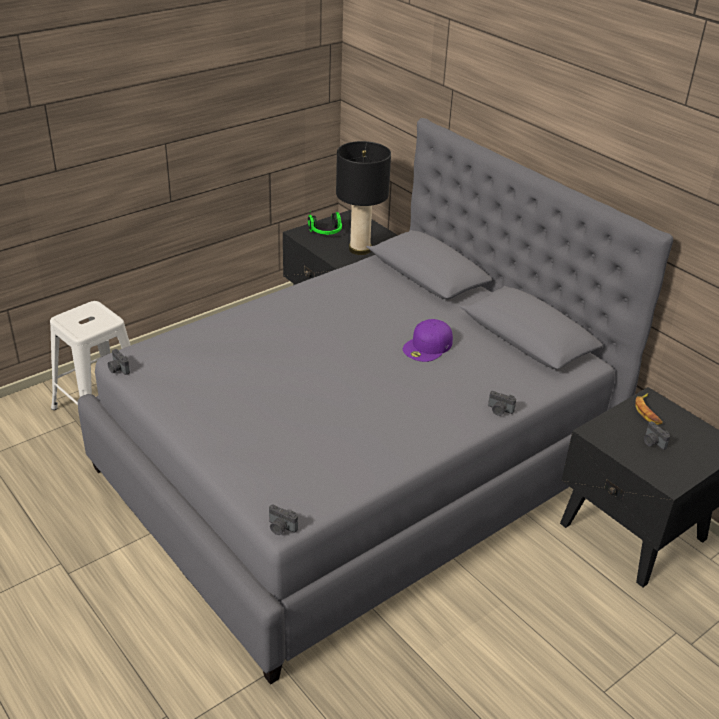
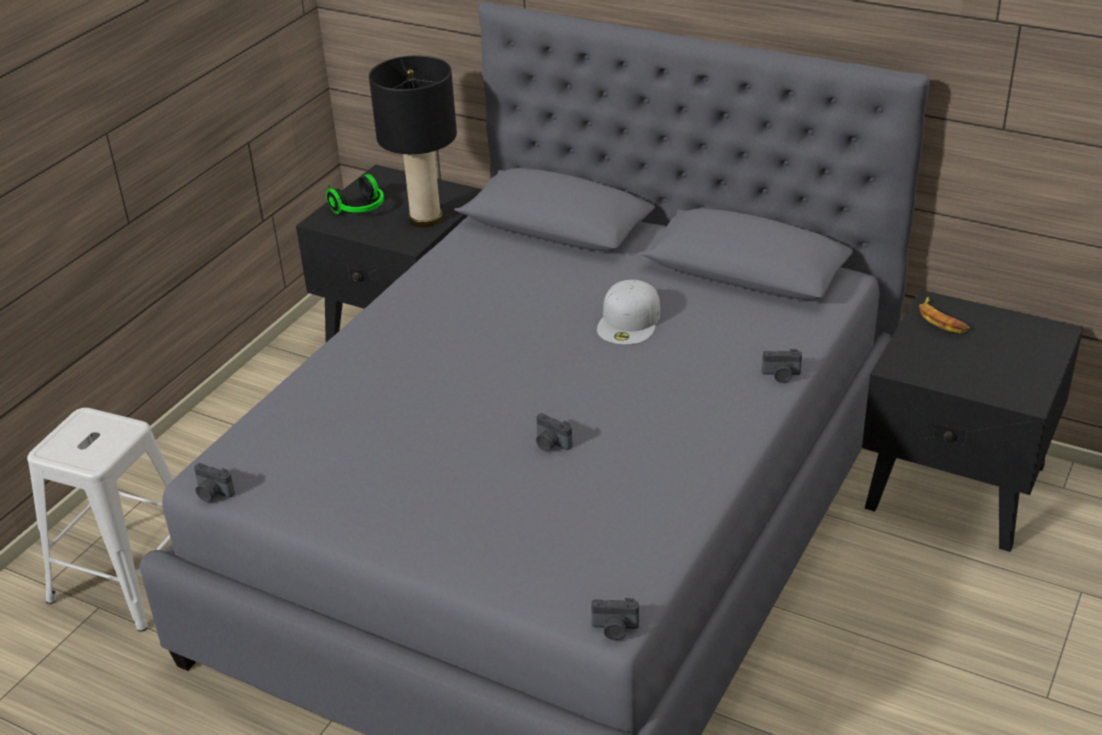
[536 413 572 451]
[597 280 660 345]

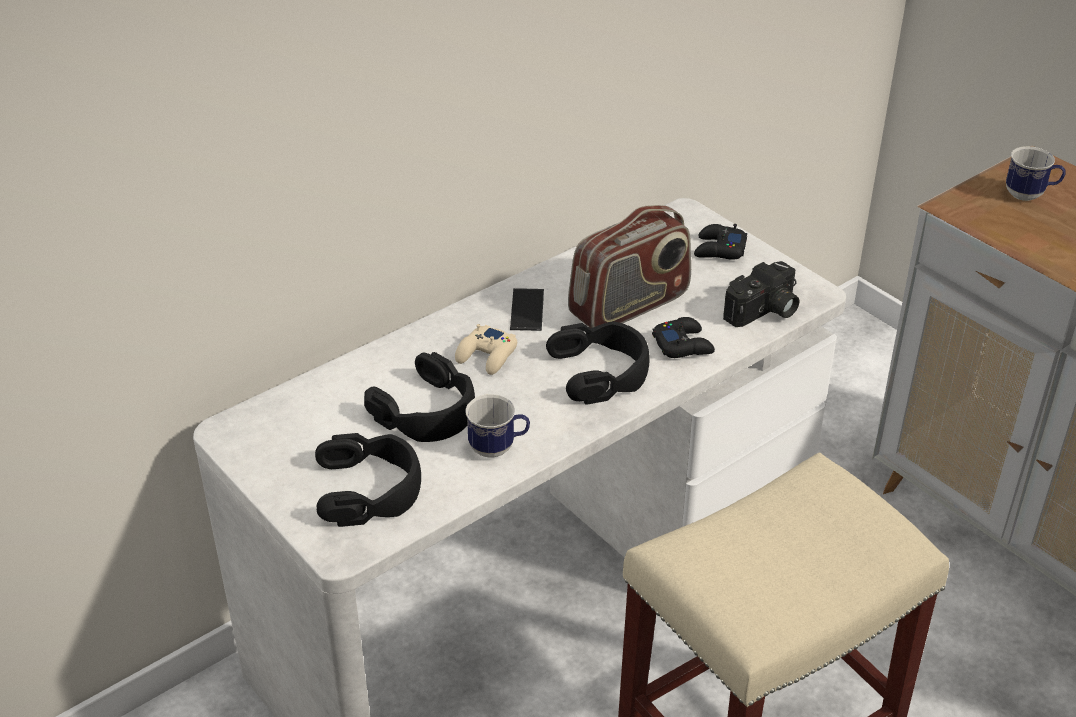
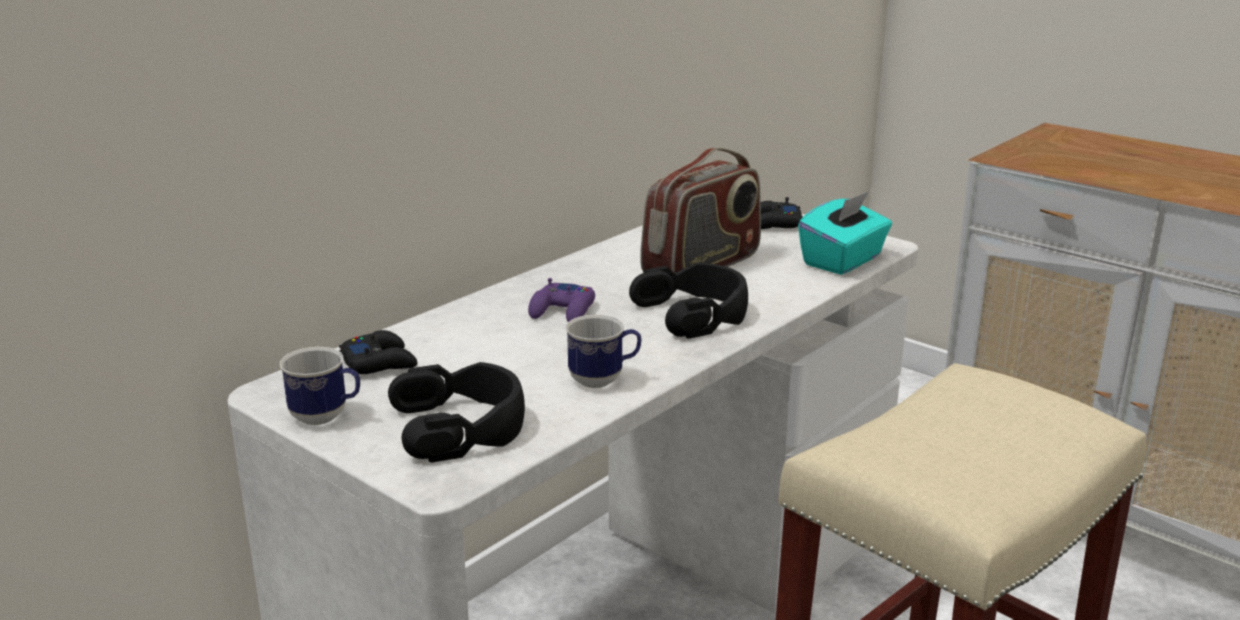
[364 352 475 442] (first image)
[510 288 544 331] (first image)
[339 330 418 374]
[280 347 360 425]
[798 192 892 275]
[528 278 595 322]

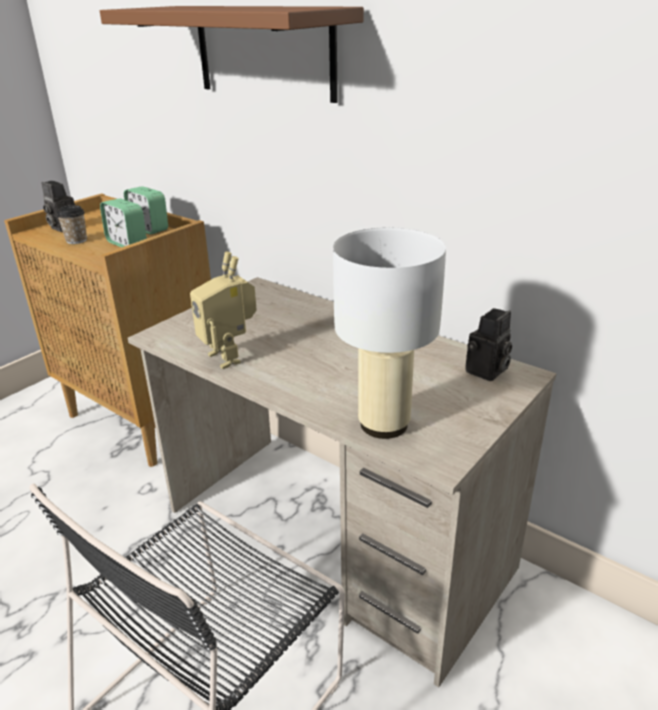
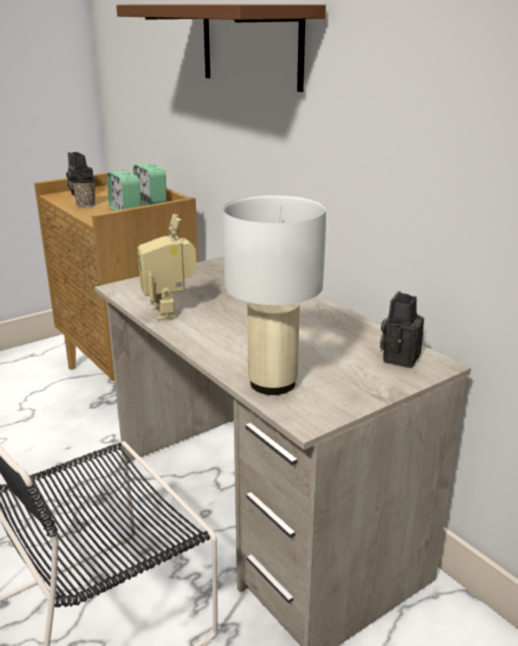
[380 291 424 368]

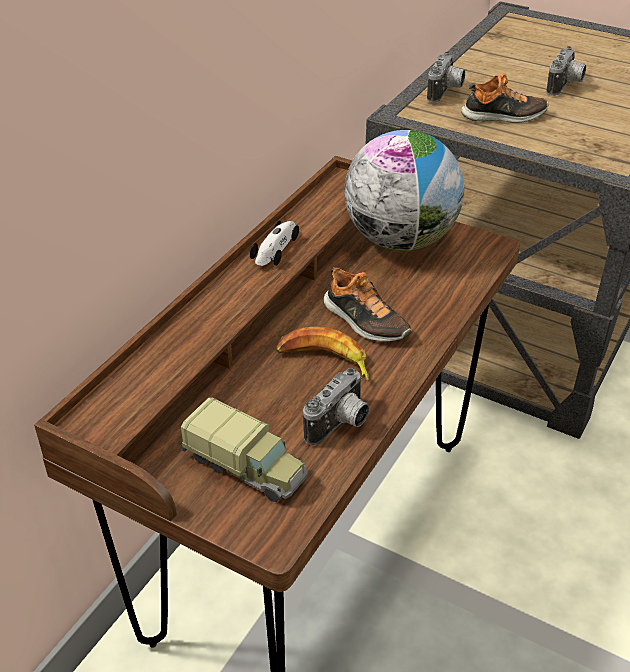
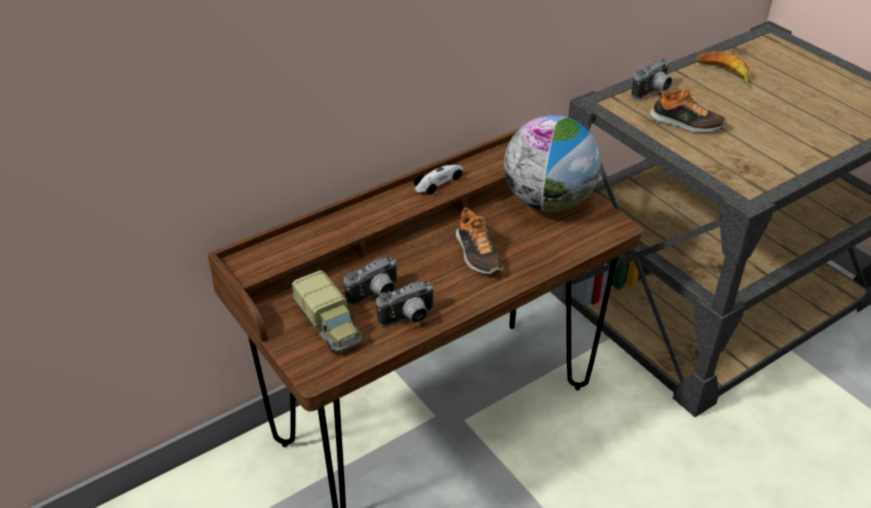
[696 51 750 85]
[344 256 398 305]

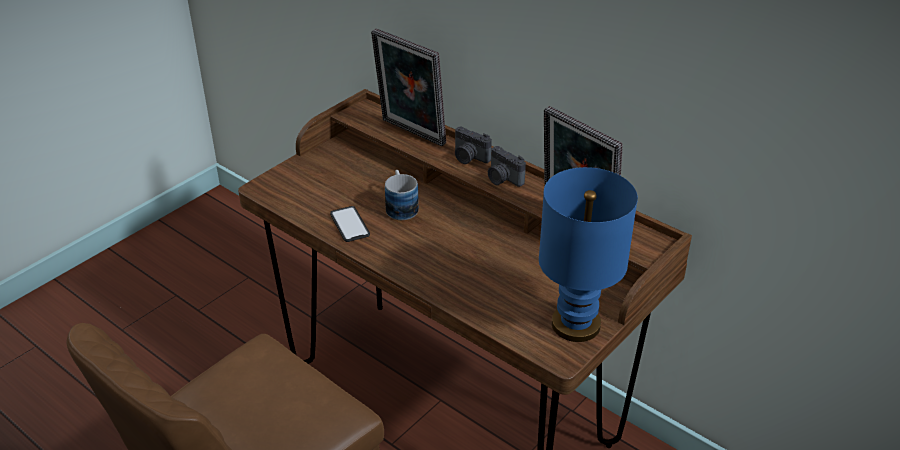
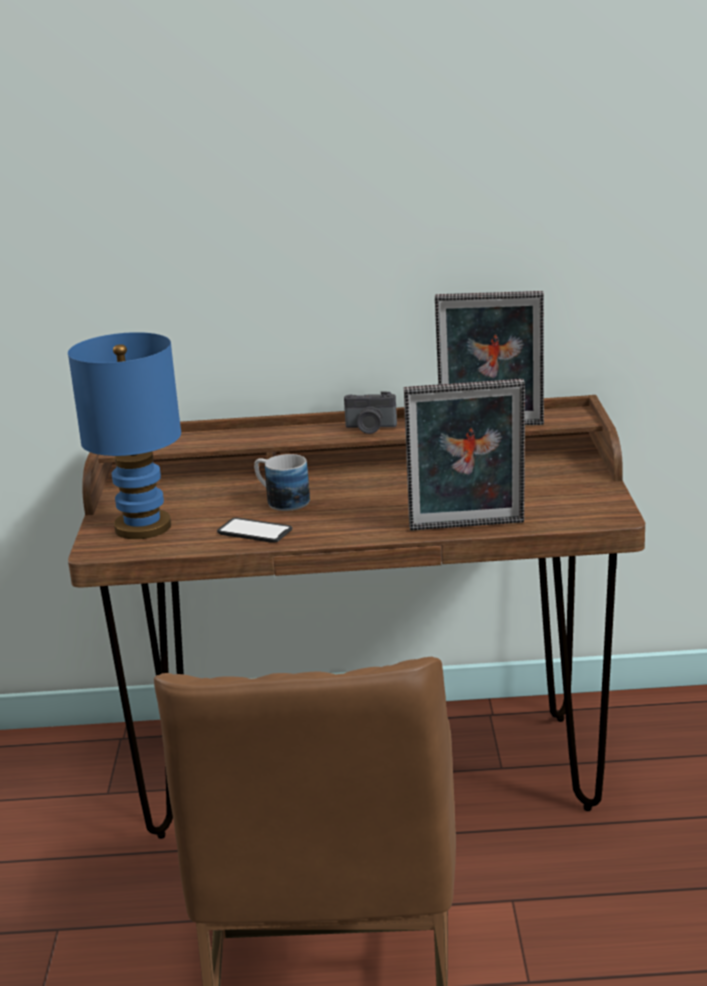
[455 127 492 164] (first image)
[404 379 525 530]
[68 332 181 539]

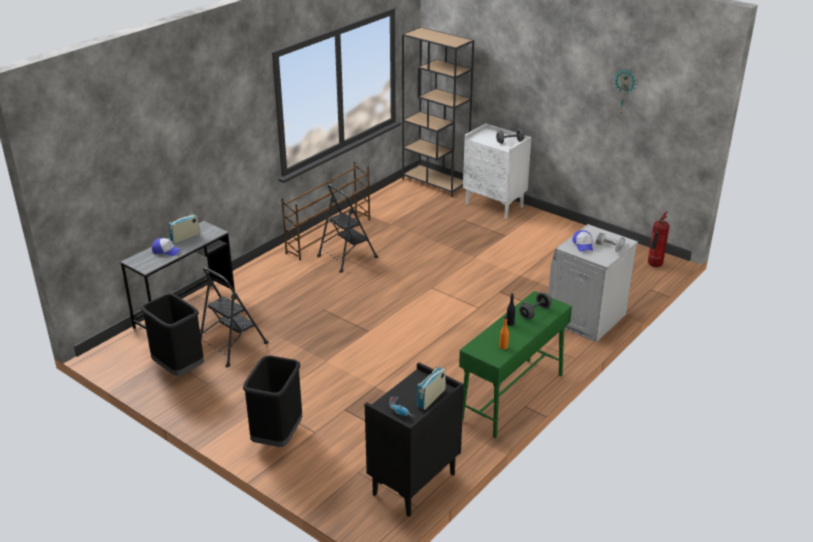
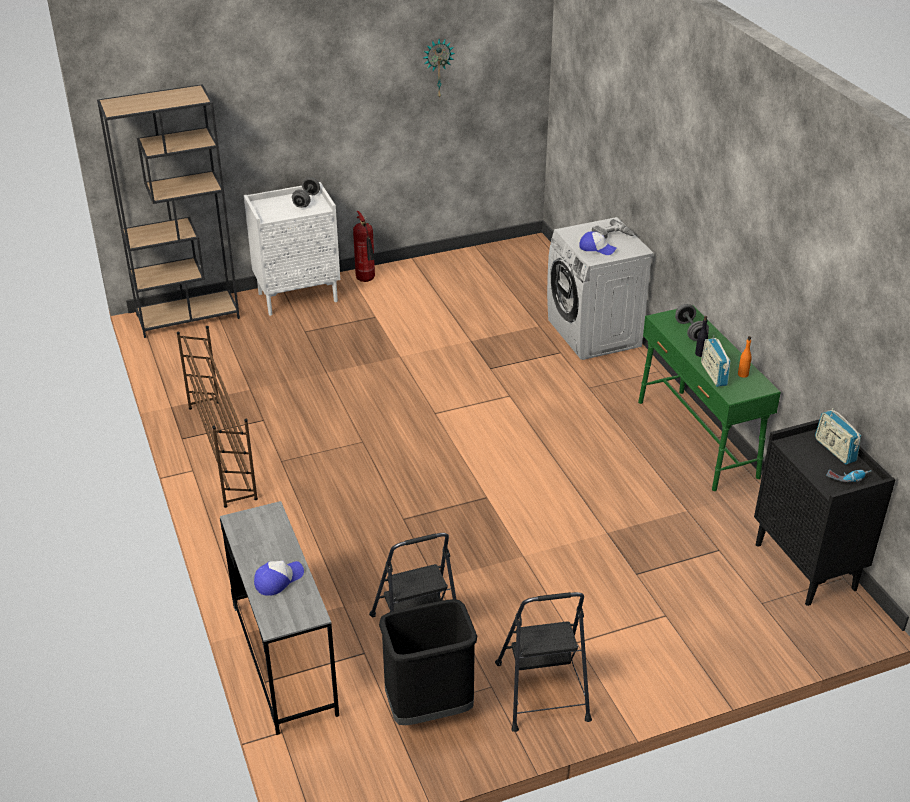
[243 355 302 447] (first image)
[701 335 731 387]
[495 592 592 732]
[353 211 375 282]

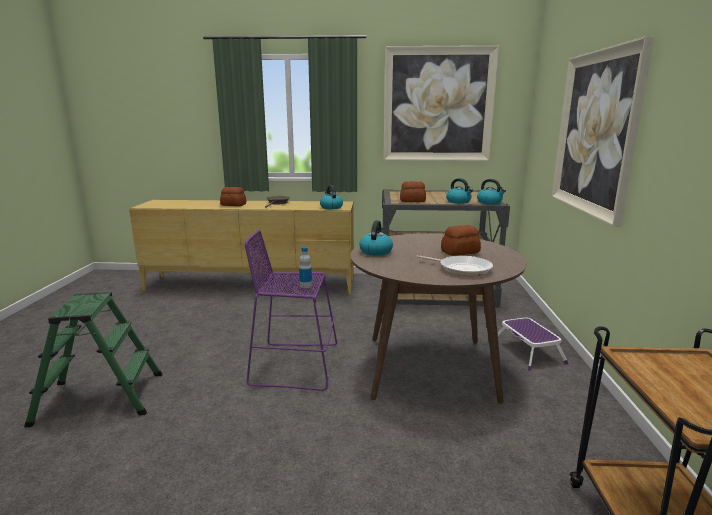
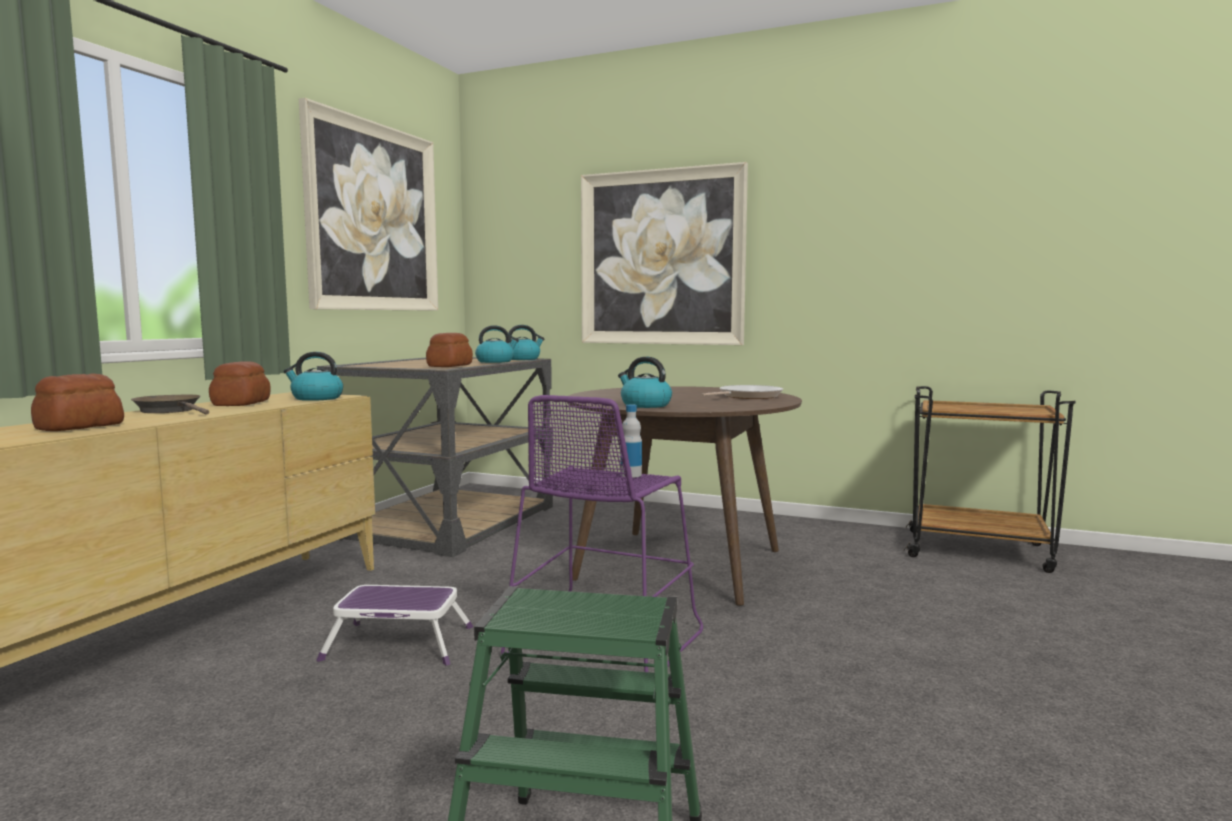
[209 361 271 406]
[317 585 473 666]

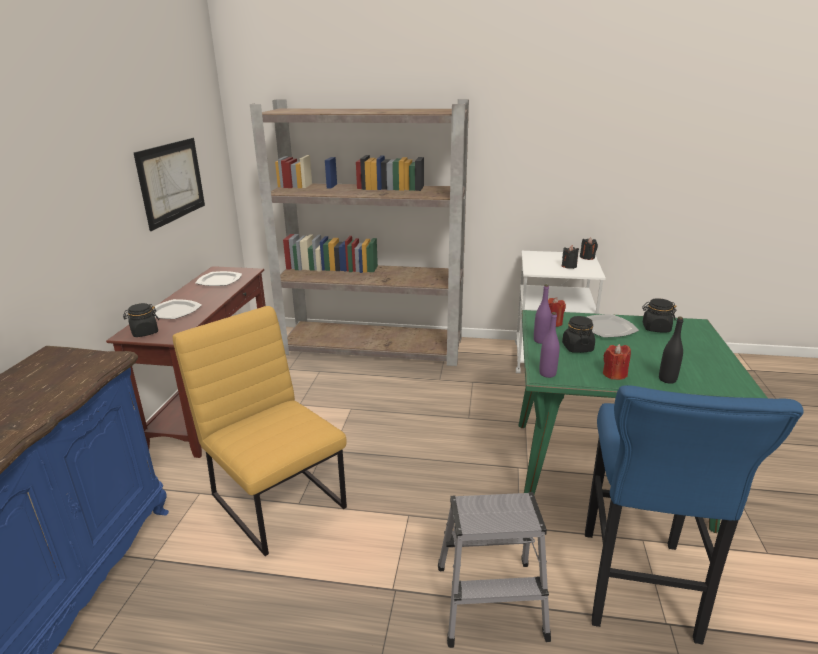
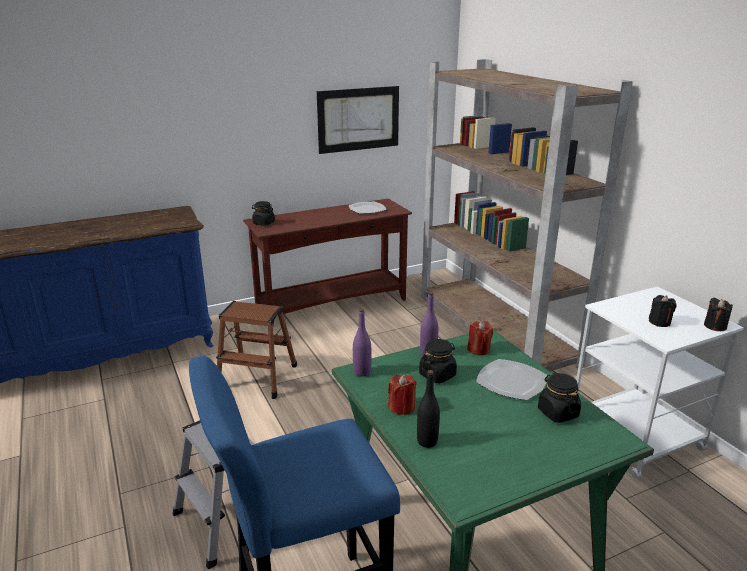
[154 299 202 319] (first image)
[216 301 297 399]

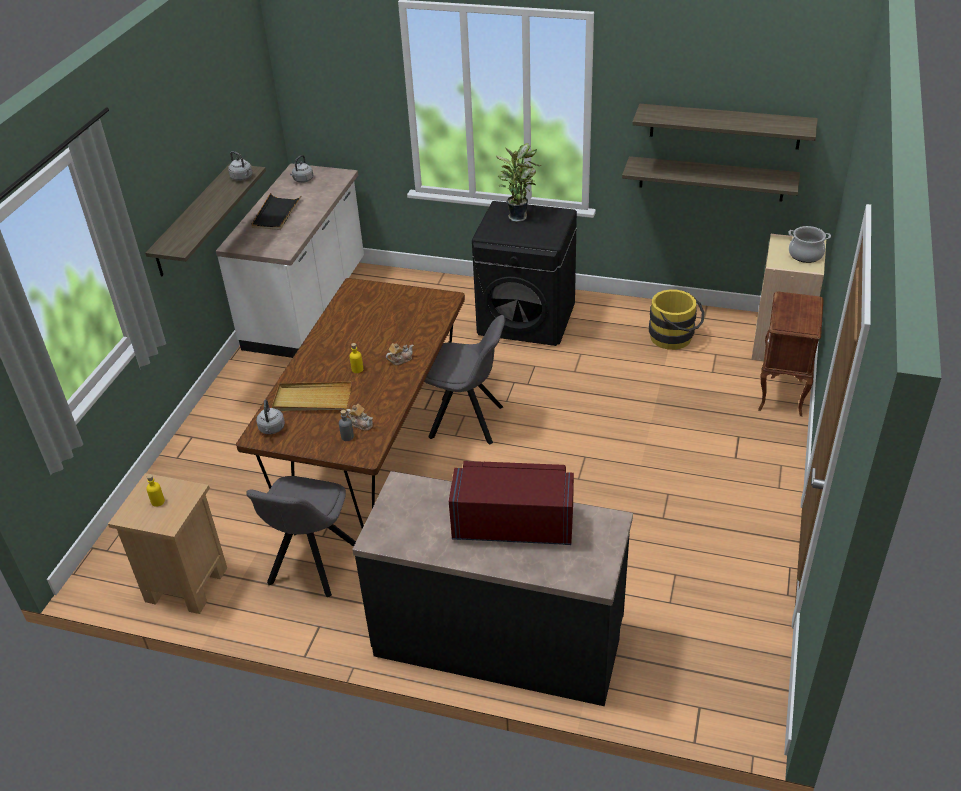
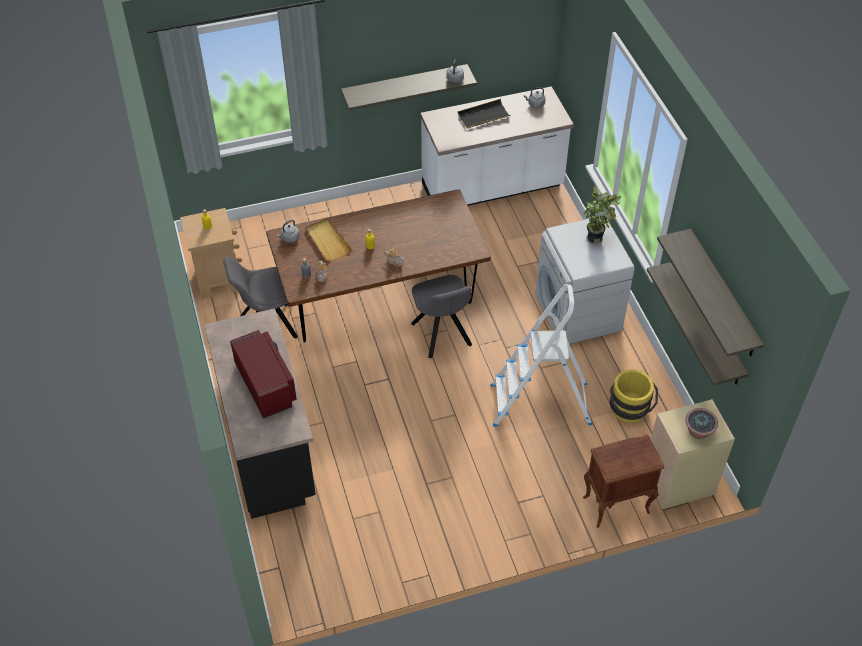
[490 284 593 427]
[685 408 718 439]
[535 217 635 344]

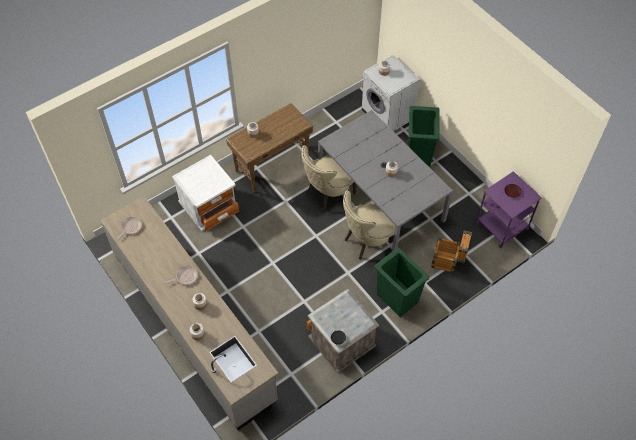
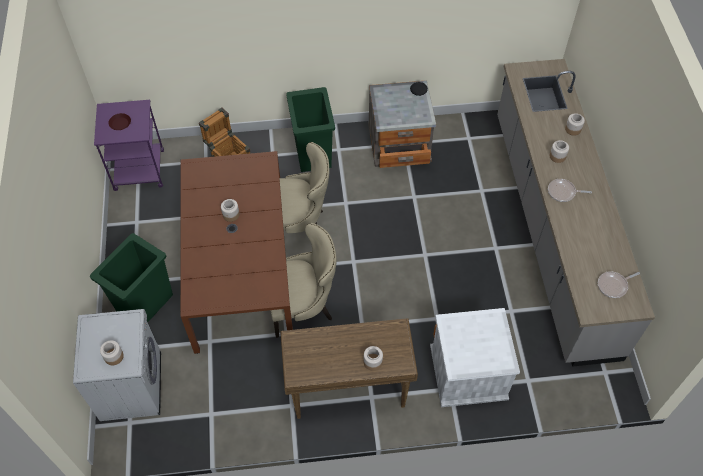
[181 151 293 354]

